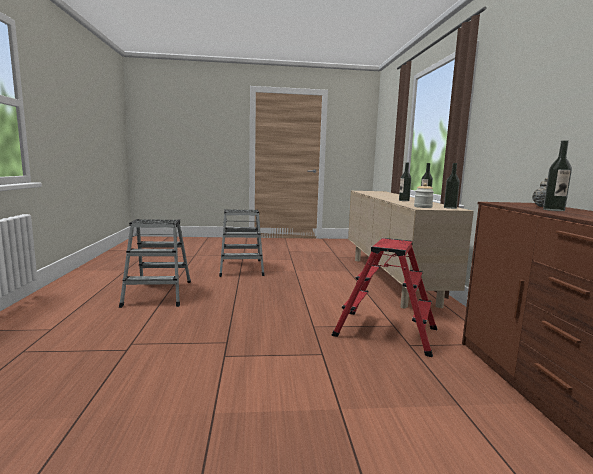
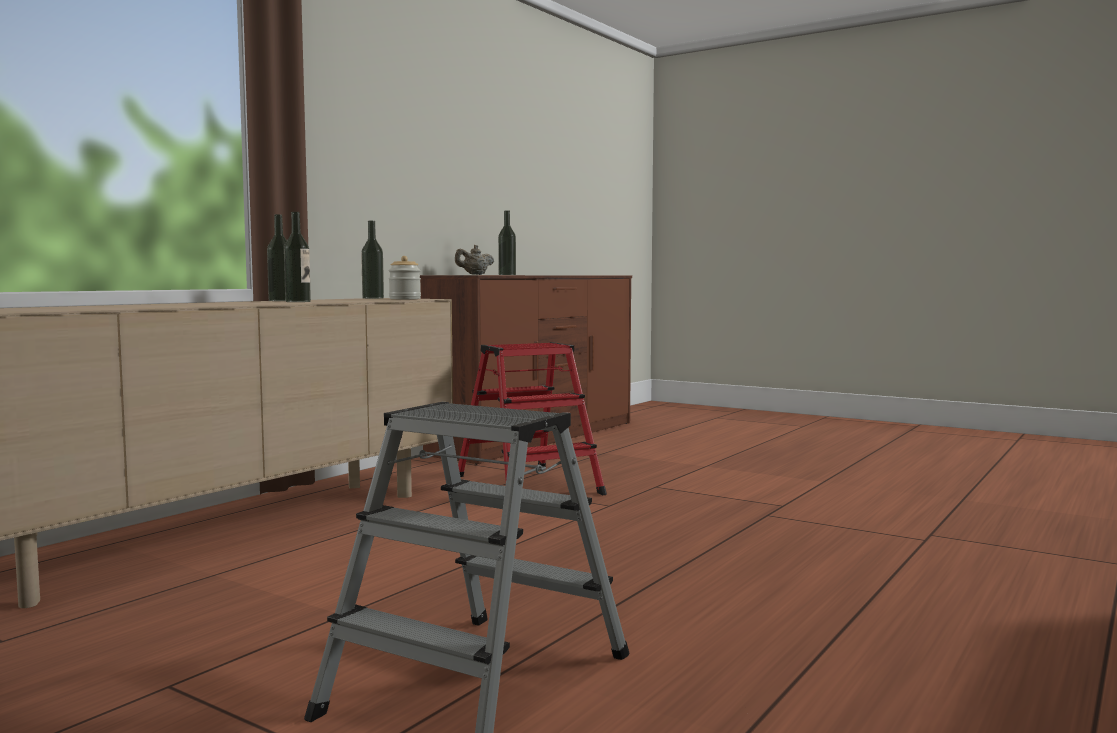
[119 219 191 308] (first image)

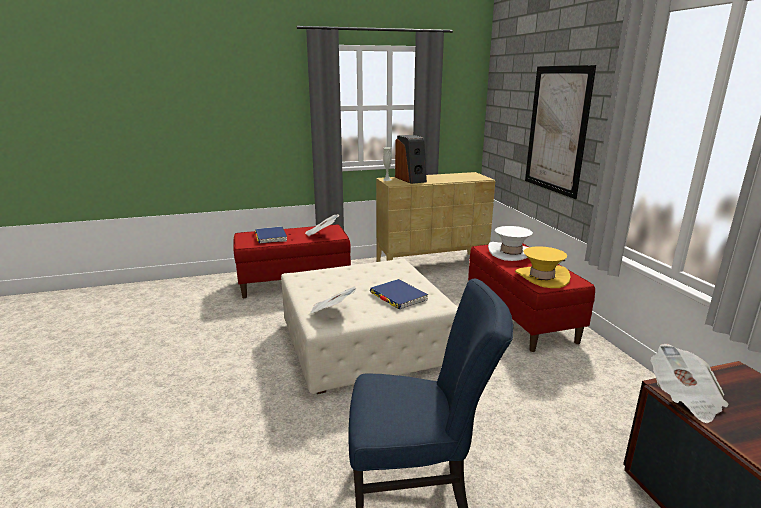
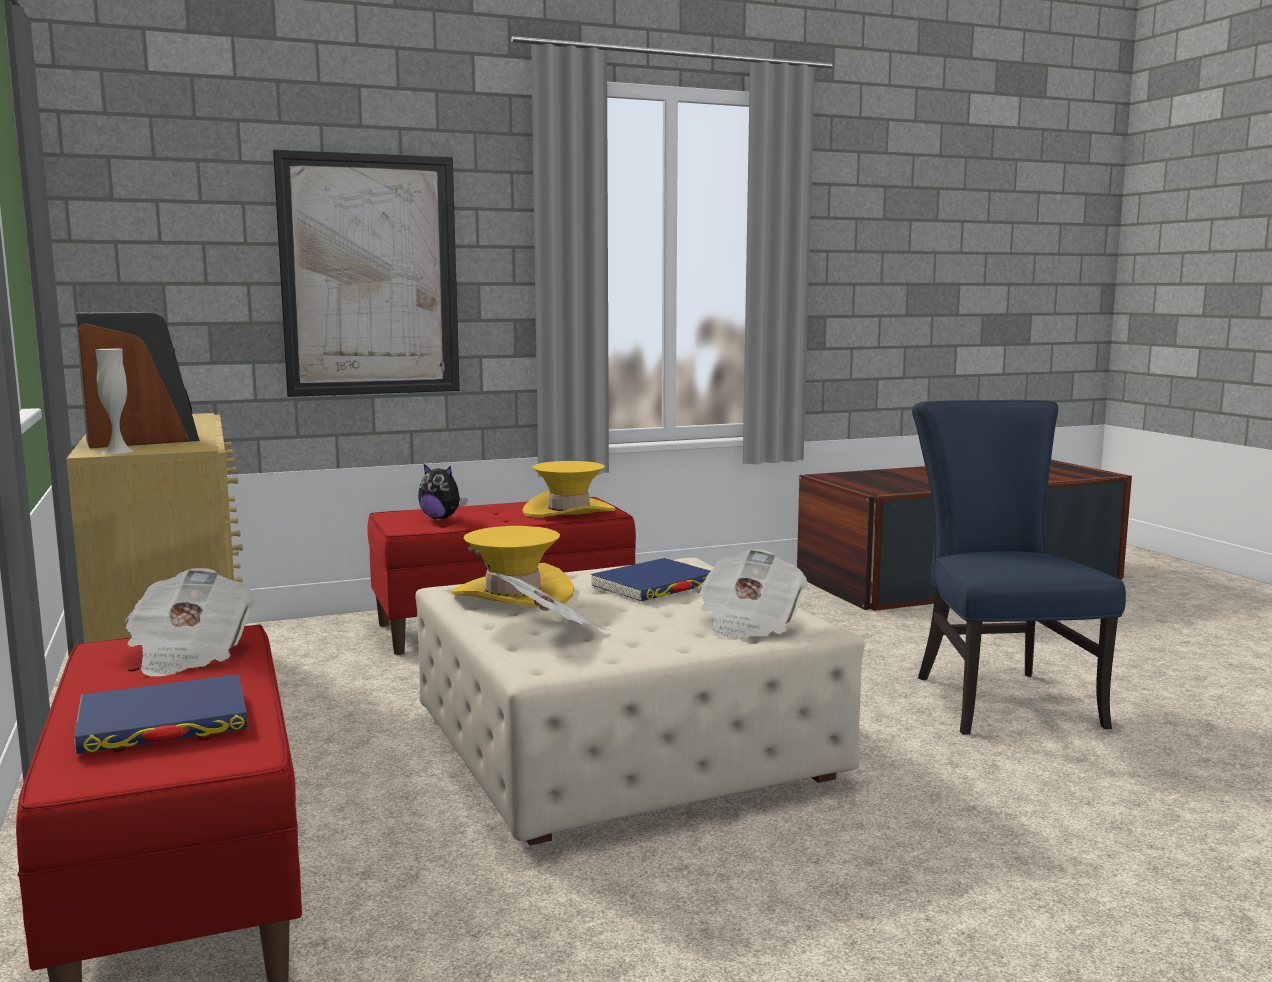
[451 526 574 607]
[489 572 610 630]
[418 463 468 519]

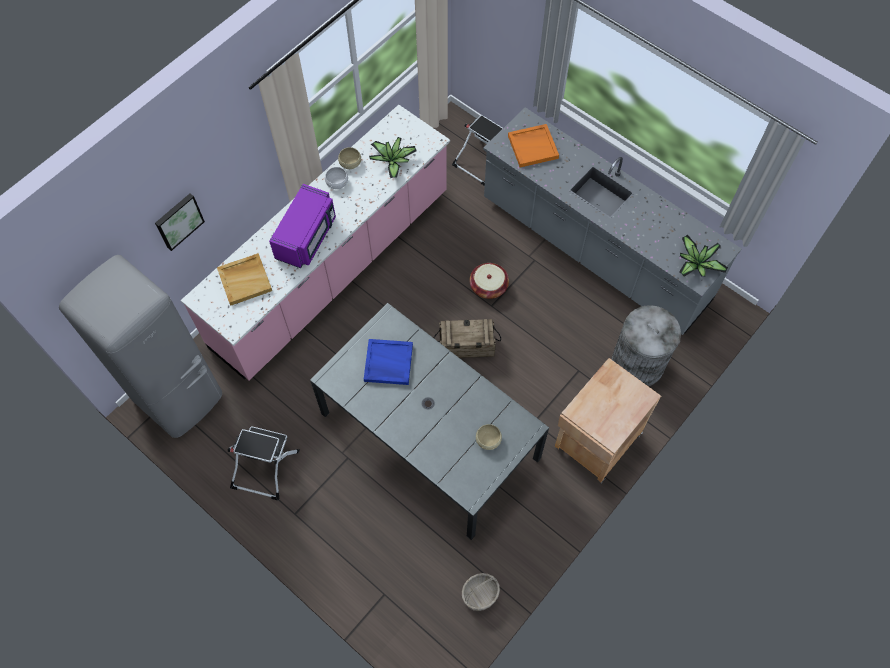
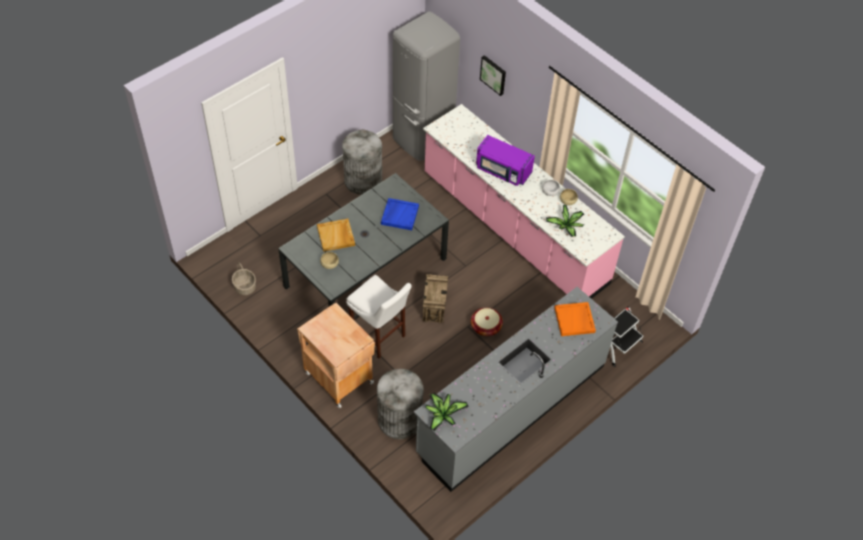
[346 275 412 359]
[317 219 355 252]
[342 129 382 195]

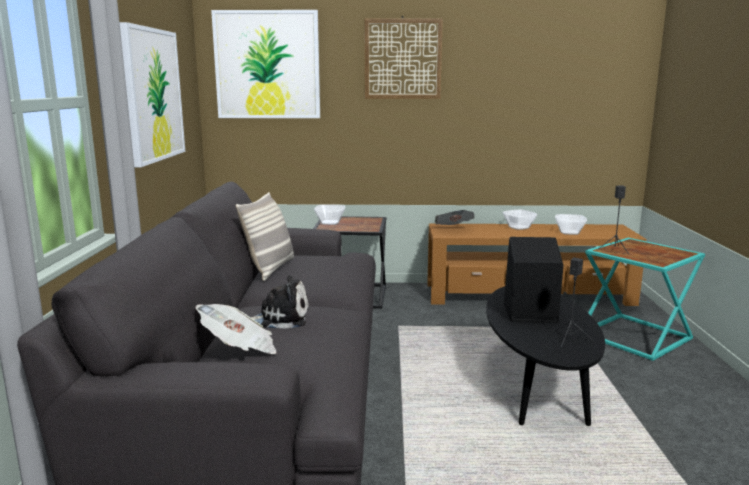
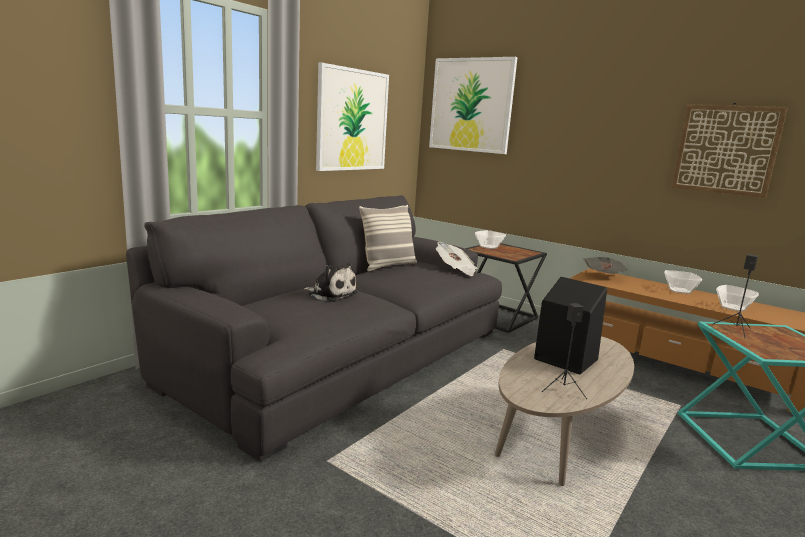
[436 242 477 276]
[671 103 788 198]
[495 336 634 486]

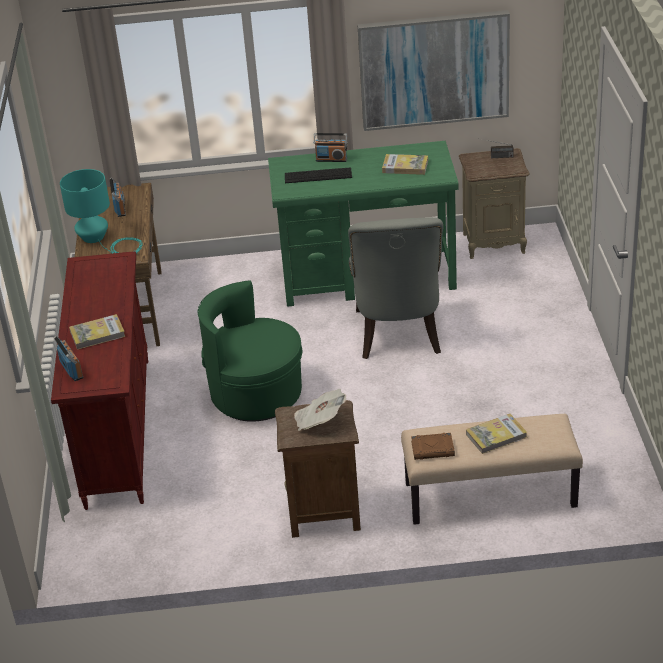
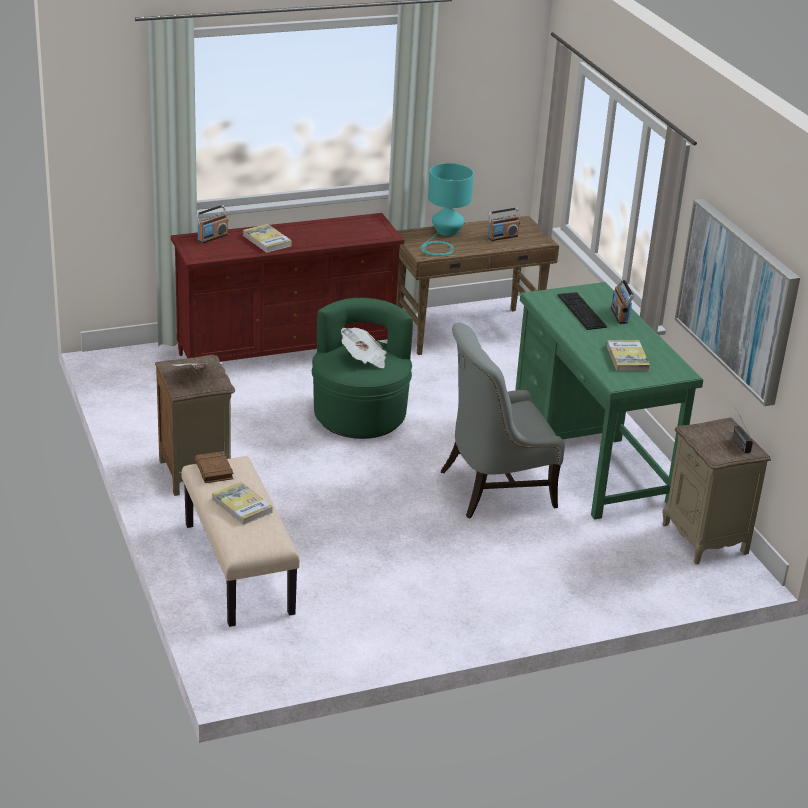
[341 328 386 368]

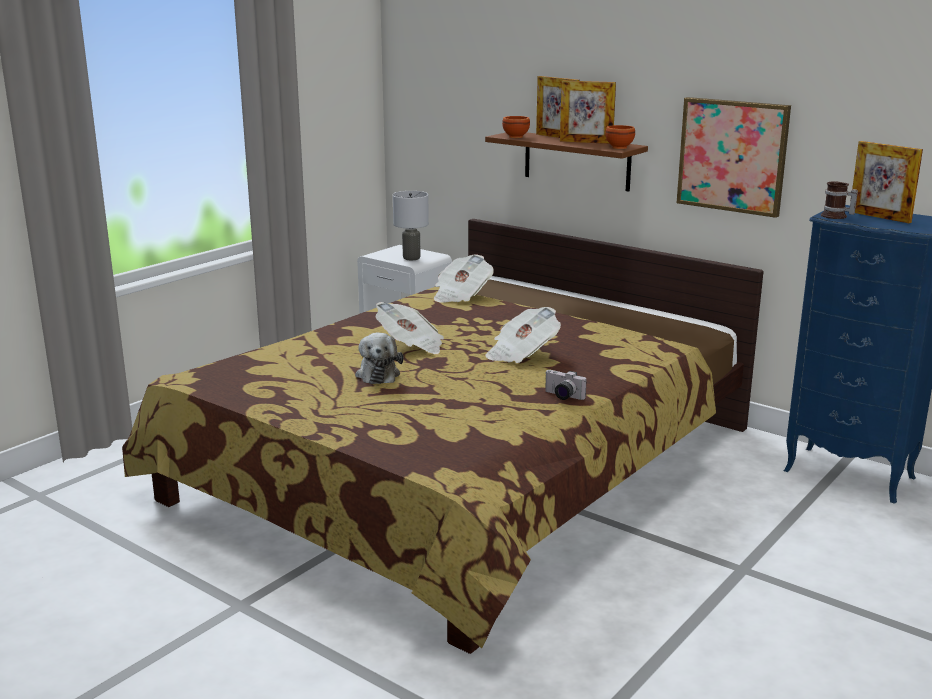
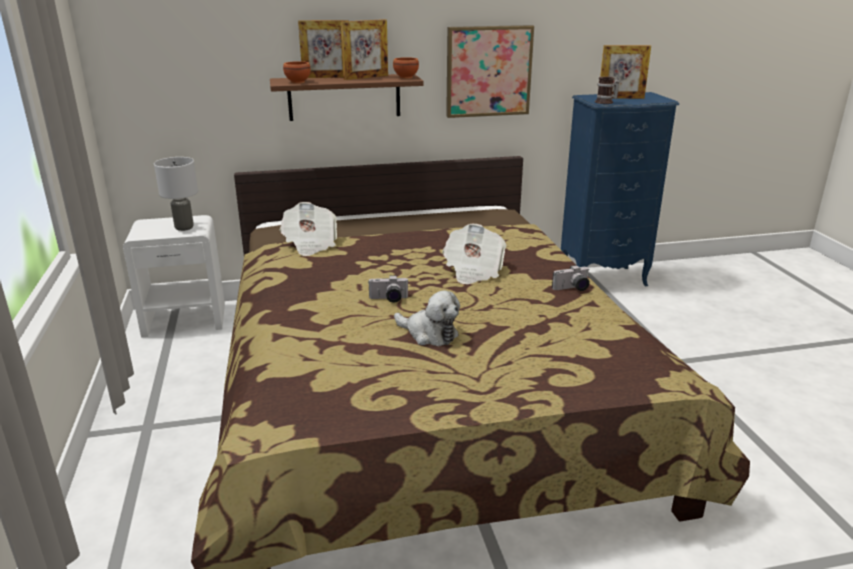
[368 275 409 303]

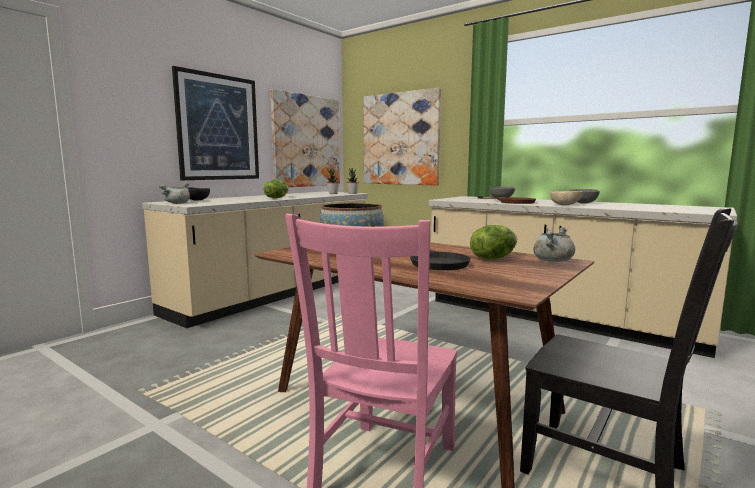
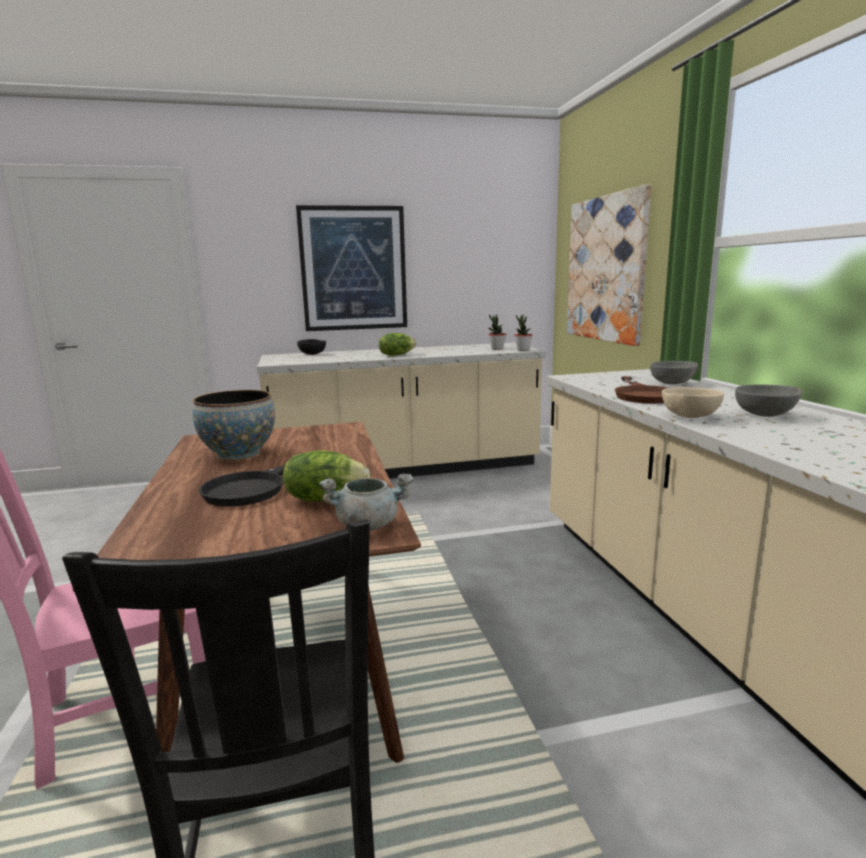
[159 182 190 204] (first image)
[270 89 340 187] (first image)

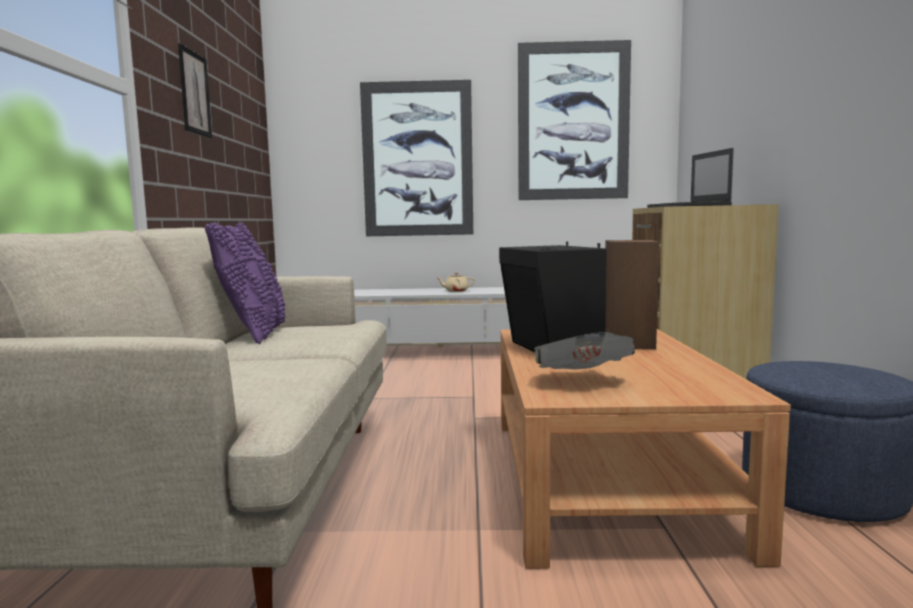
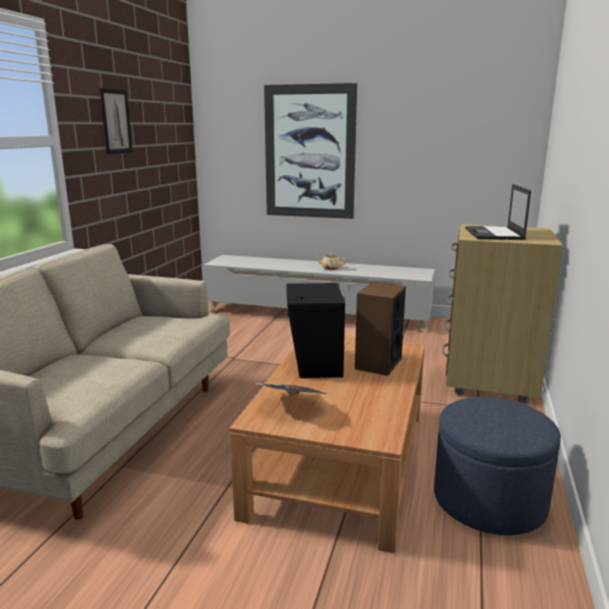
[205 222 286 344] (first image)
[518 40 631 200] (first image)

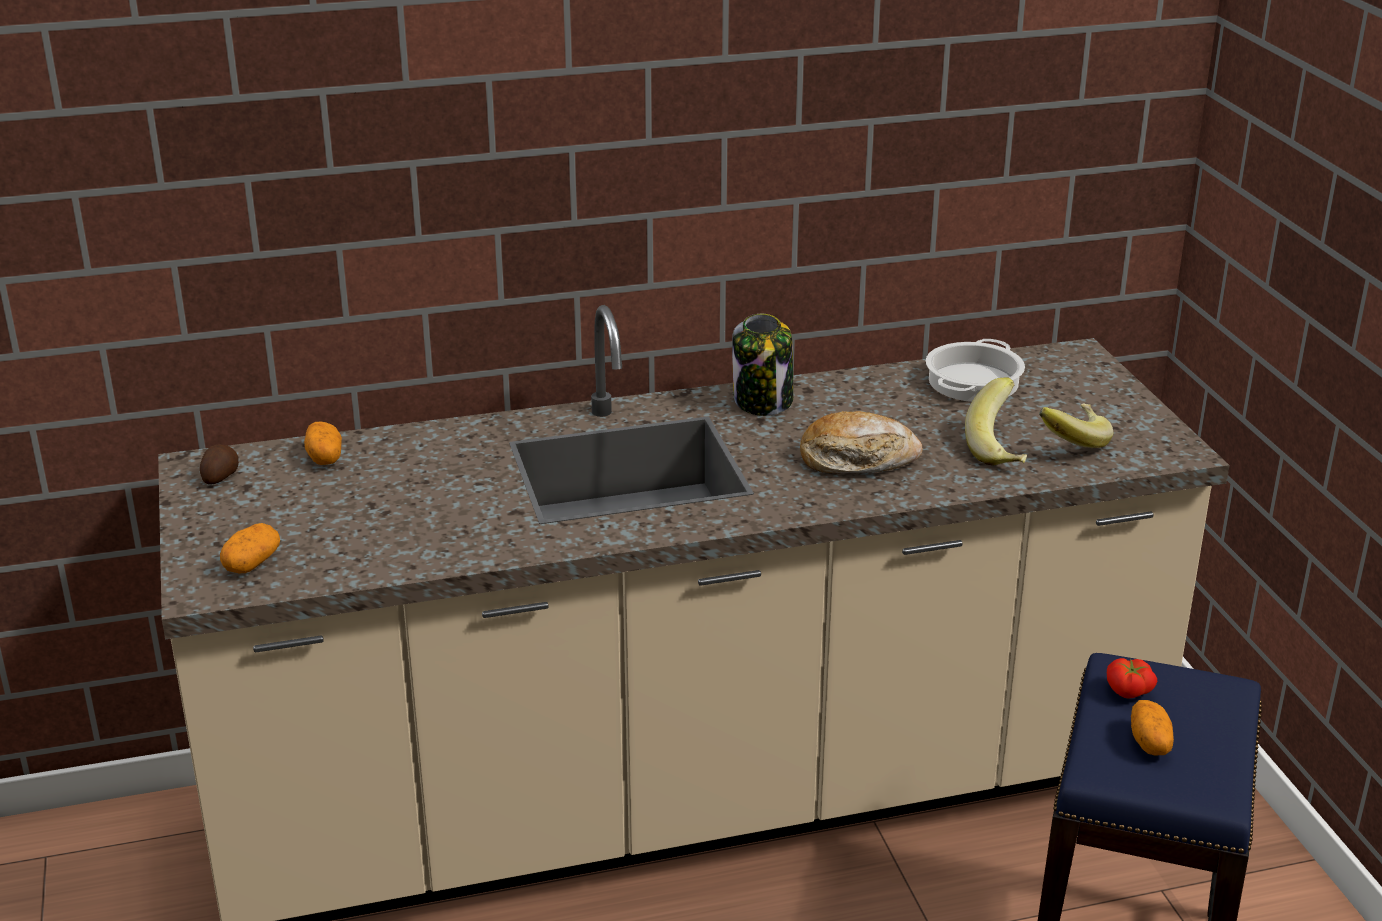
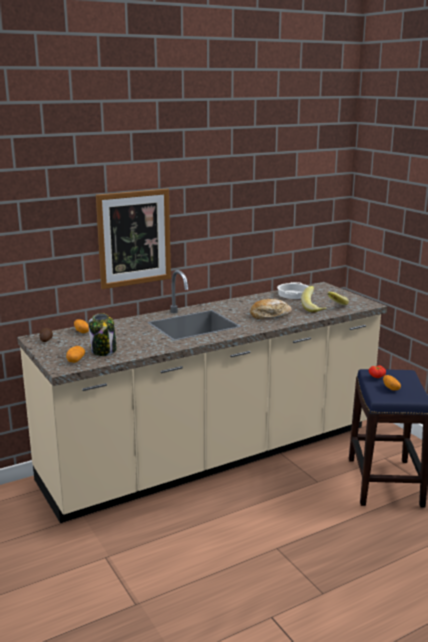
[96 189 171 289]
[88 313 117 356]

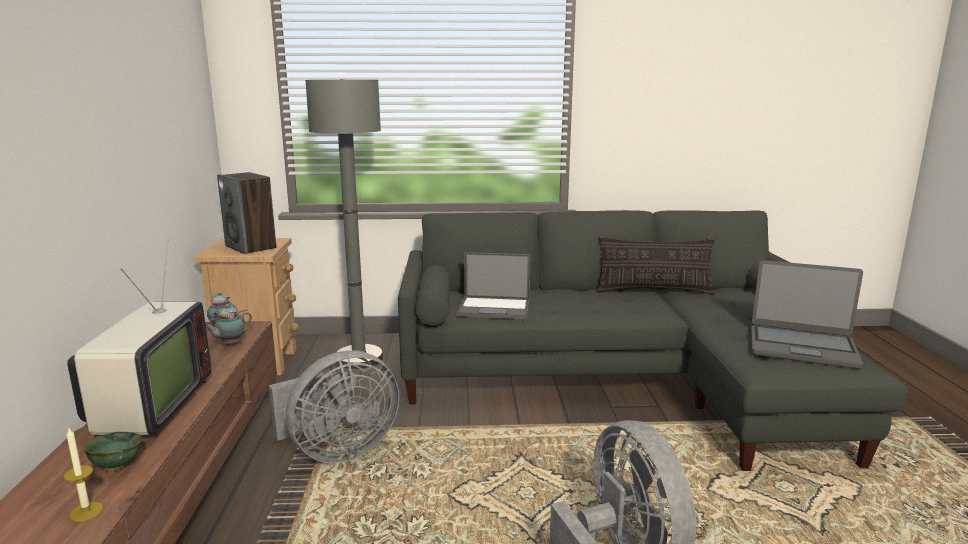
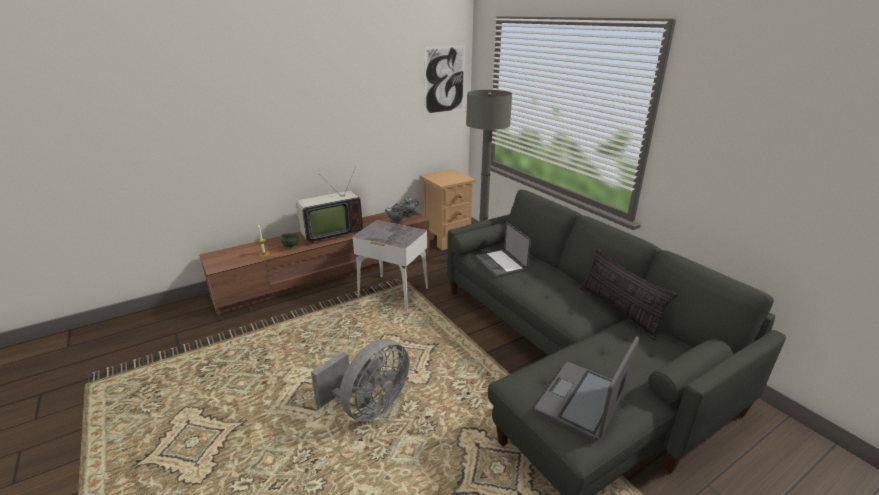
[217 172 277 254] (first image)
[424 45 465 115]
[352 220 428 309]
[535 336 639 441]

